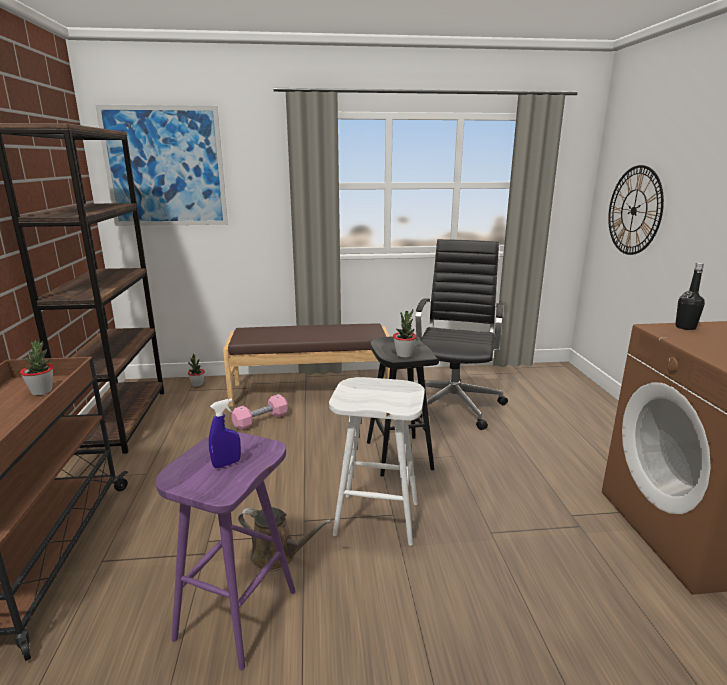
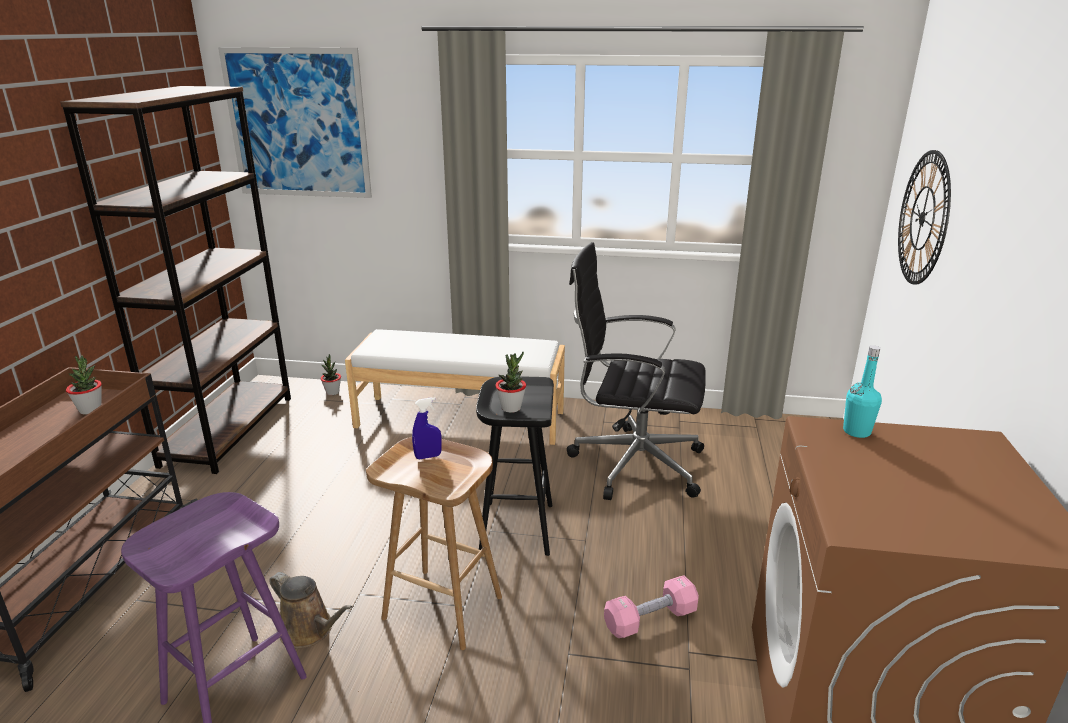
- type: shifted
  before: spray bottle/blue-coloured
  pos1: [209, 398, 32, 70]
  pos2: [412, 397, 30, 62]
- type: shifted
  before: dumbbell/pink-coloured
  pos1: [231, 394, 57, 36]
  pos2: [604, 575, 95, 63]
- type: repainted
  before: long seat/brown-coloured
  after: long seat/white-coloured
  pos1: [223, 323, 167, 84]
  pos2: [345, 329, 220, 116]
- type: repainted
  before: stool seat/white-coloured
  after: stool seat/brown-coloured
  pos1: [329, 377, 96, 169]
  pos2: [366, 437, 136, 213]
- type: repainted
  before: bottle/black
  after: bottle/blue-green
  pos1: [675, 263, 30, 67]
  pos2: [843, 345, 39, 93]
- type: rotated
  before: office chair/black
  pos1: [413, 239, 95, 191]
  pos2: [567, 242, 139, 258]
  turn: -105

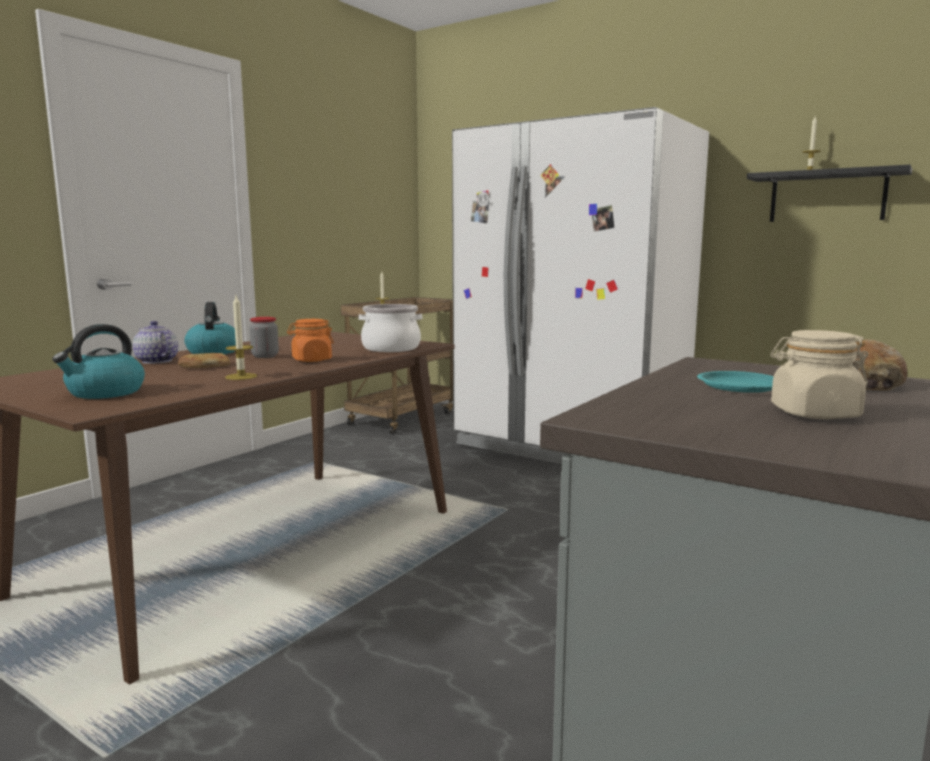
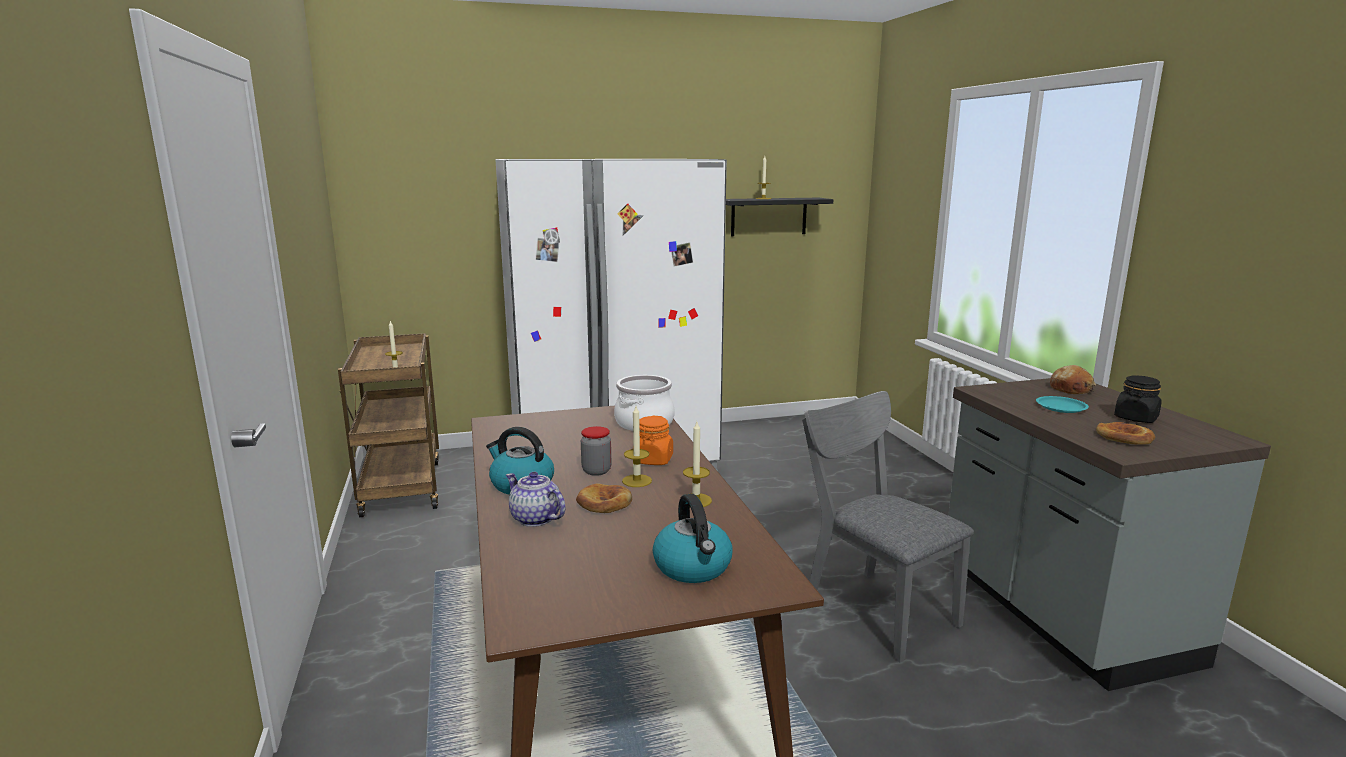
- type: new
  after: wax light
  pos2: [622, 406, 30, 81]
- type: new
  after: chair/gray
  pos2: [802, 391, 172, 271]
- type: new
  after: baked bread
  pos2: [1096, 422, 59, 23]
- type: repainted
  before: storage jar/beige
  after: storage jar/black
  pos1: [770, 330, 98, 89]
  pos2: [1114, 375, 48, 48]
- type: rotated
  before: tea pot
  pos1: [133, 321, 45, 43]
  pos2: [506, 472, 59, 55]
  turn: 45

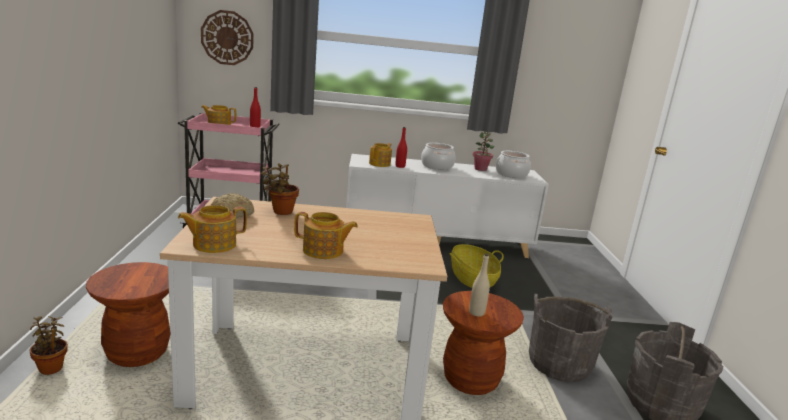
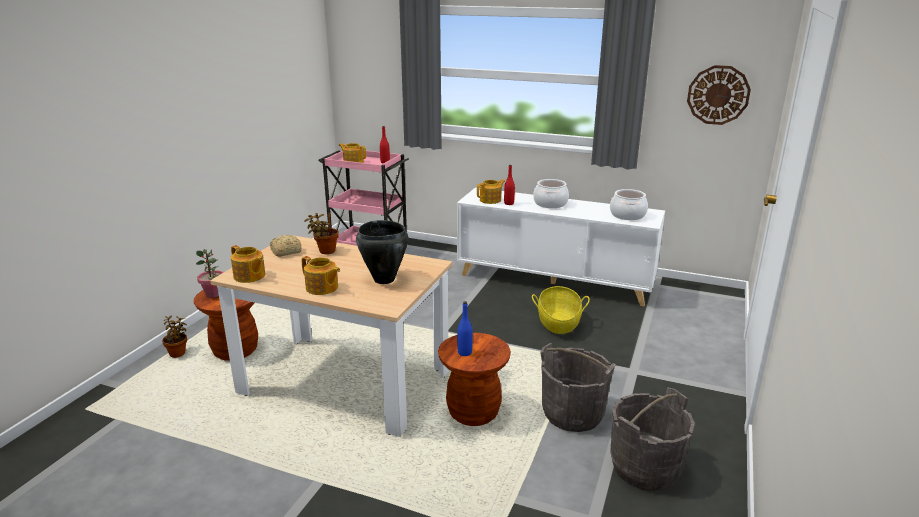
- type: new
  after: stockpot/black
  pos2: [356, 220, 52, 64]
- type: shifted
  before: hanging clock
  pos1: [201, 10, 53, 55]
  pos2: [687, 65, 64, 60]
- type: shifted
  before: houseplant
  pos1: [473, 131, 21, 40]
  pos2: [196, 249, 28, 49]
- type: repainted
  before: bottle/beige
  after: bottle/blue-coloured
  pos1: [469, 253, 21, 64]
  pos2: [457, 301, 16, 55]
- type: rotated
  before: tea pot
  pos1: [178, 205, 69, 48]
  pos2: [231, 245, 35, 38]
  turn: -135

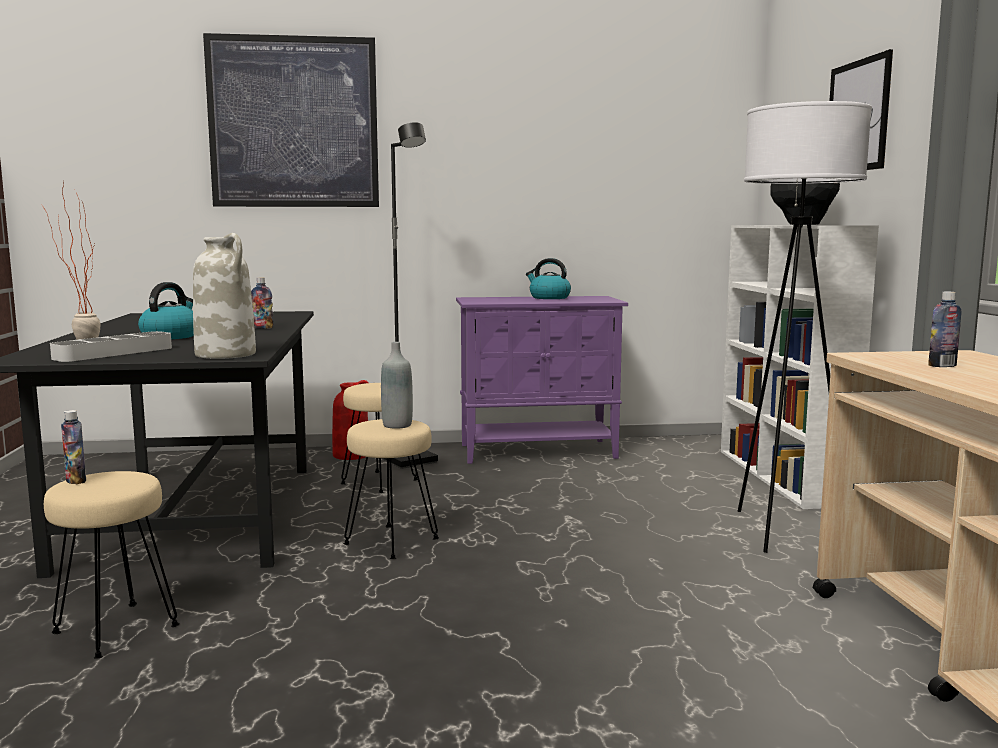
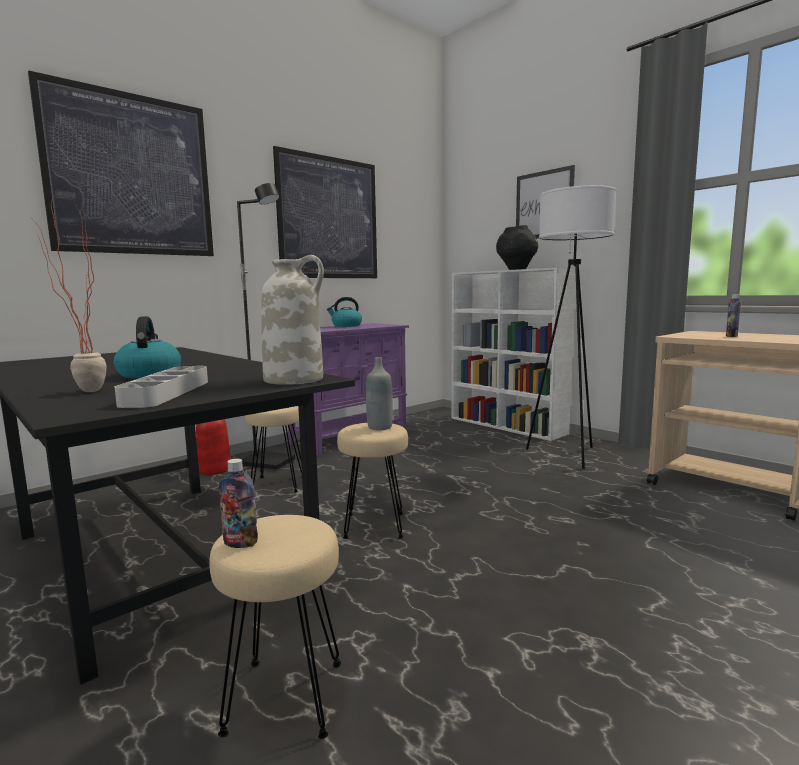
- type: gone
  before: bottle
  pos1: [251, 278, 23, 51]
- type: new
  after: wall picture
  pos2: [273, 146, 104, 132]

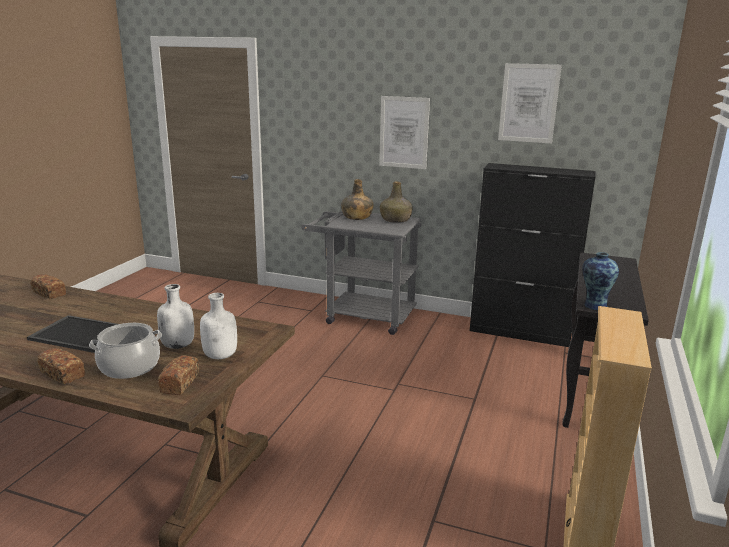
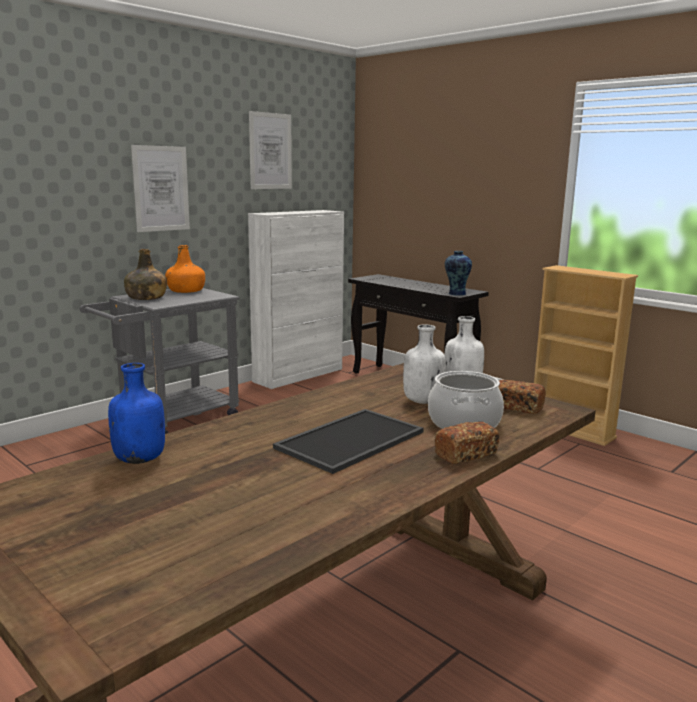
- type: swapped
  before: baked bread
  after: bottle/blue-coloured
  pos1: [30, 274, 36, 25]
  pos2: [108, 363, 57, 101]
- type: repainted
  before: bottle/green-coloured
  after: bottle/orange-coloured
  pos1: [380, 181, 32, 42]
  pos2: [165, 245, 40, 48]
- type: repainted
  before: cupboard/black
  after: cupboard/white-coloured
  pos1: [470, 163, 125, 184]
  pos2: [248, 210, 96, 179]

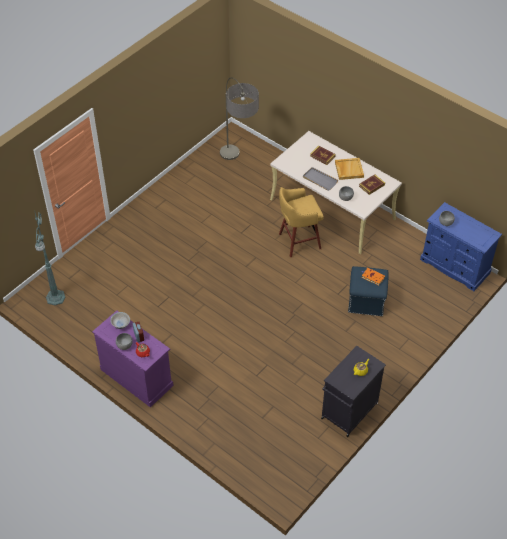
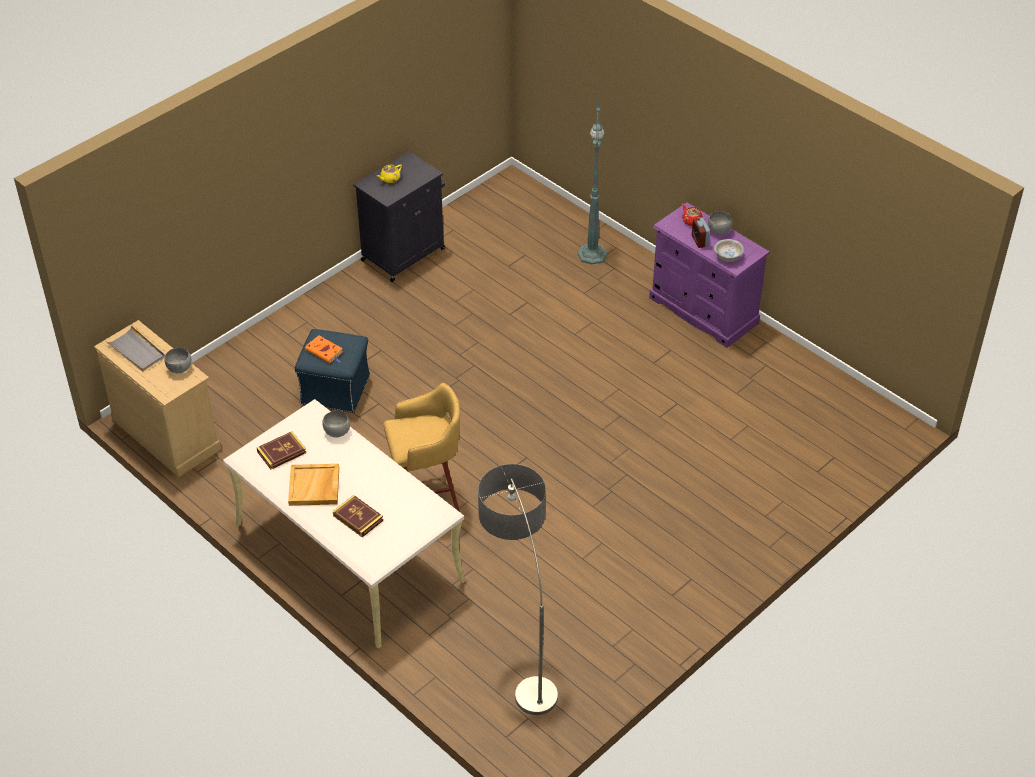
- type: shifted
  before: floor lamp/green-coloured
  pos1: [35, 213, 31, 92]
  pos2: [578, 98, 29, 166]
- type: shifted
  before: tray/gray
  pos1: [303, 167, 35, 24]
  pos2: [107, 326, 58, 45]
- type: repainted
  before: chest of drawers/blue-coloured
  after: chest of drawers/beige
  pos1: [420, 202, 82, 89]
  pos2: [94, 320, 127, 157]

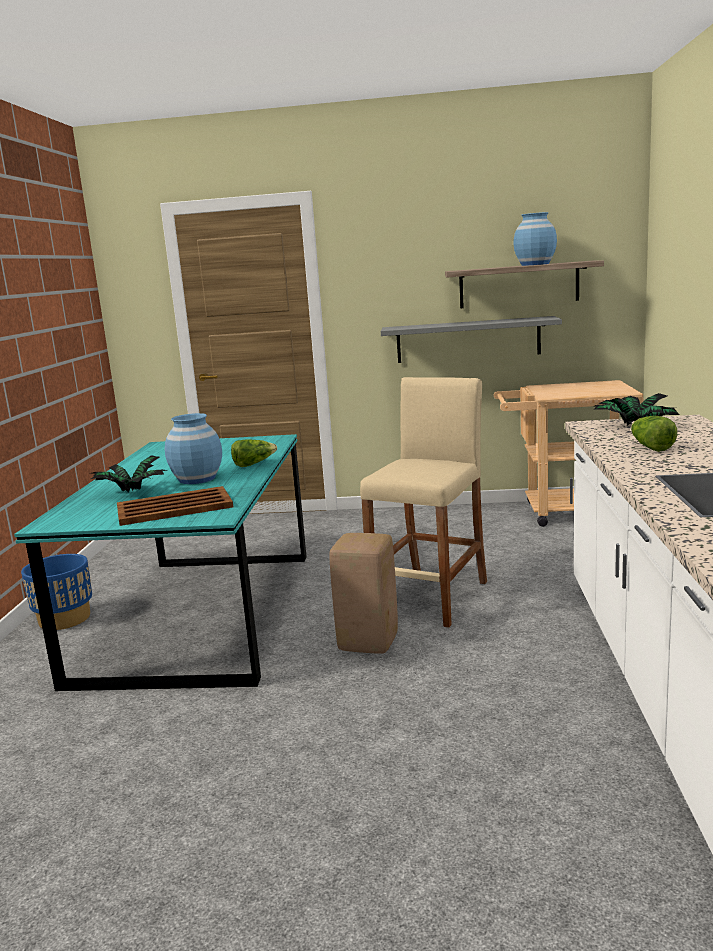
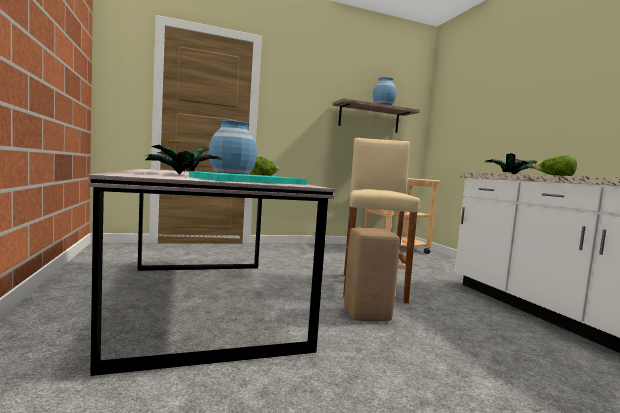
- type: gone
  before: flower pot/blue-coloured
  pos1: [21, 554, 71, 76]
- type: gone
  before: wall shelf/gray
  pos1: [381, 316, 181, 47]
- type: repainted
  before: kitchen table/blue-green
  after: kitchen table/gray
  pos1: [14, 434, 293, 257]
  pos2: [88, 168, 247, 208]
- type: repainted
  before: tray/brown-coloured
  after: tray/blue-green
  pos1: [117, 486, 116, 40]
  pos2: [189, 171, 118, 14]

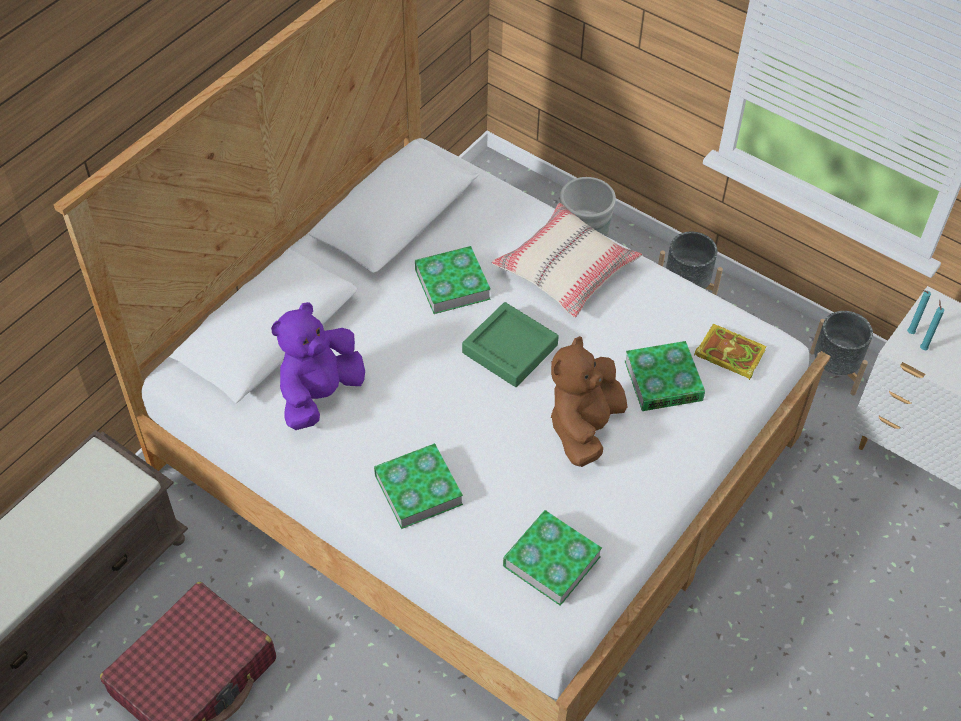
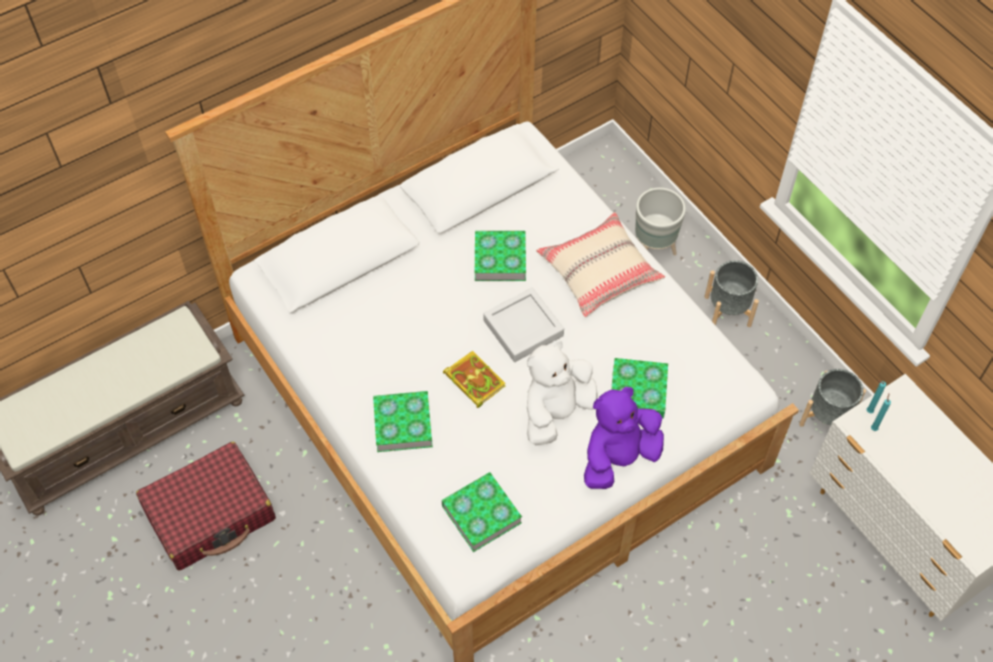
- type: shifted
  before: plush toy/purple
  pos1: [271, 302, 94, 128]
  pos2: [584, 387, 80, 102]
- type: shifted
  before: bound book
  pos1: [694, 324, 73, 56]
  pos2: [443, 351, 63, 57]
- type: repainted
  before: tray/green-coloured
  after: tray/gray
  pos1: [462, 302, 97, 85]
  pos2: [483, 288, 81, 74]
- type: repainted
  before: plush toy/brown-coloured
  after: plush toy/white-coloured
  pos1: [551, 336, 76, 131]
  pos2: [527, 340, 71, 105]

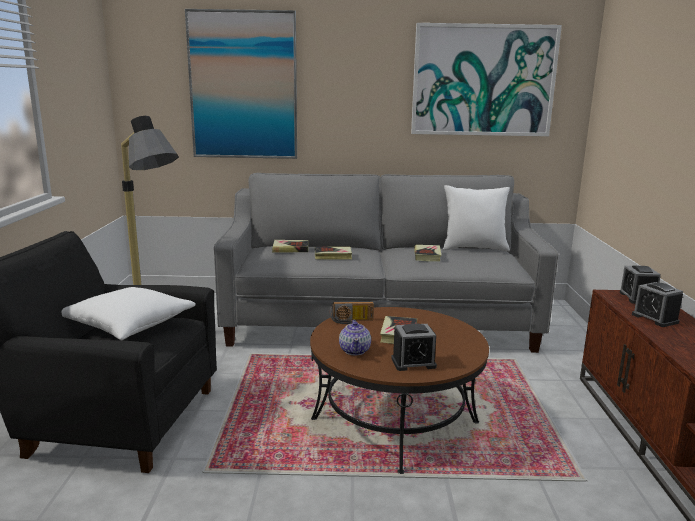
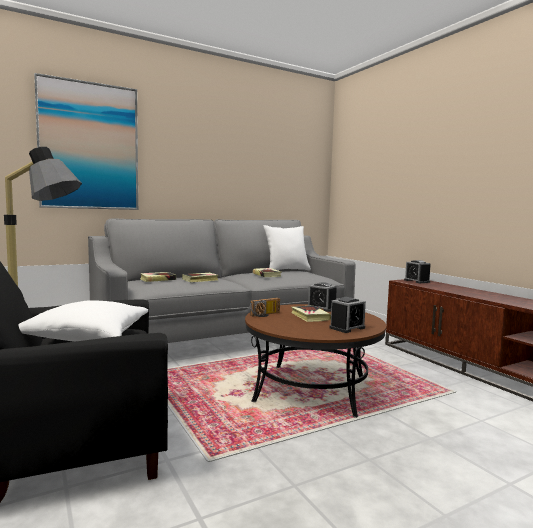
- type: gone
  before: tea pot
  pos1: [339, 320, 32, 35]
- type: gone
  before: wall picture
  pos1: [411, 23, 151, 113]
- type: shifted
  before: bedside clock
  pos1: [632, 282, 51, 45]
  pos2: [307, 282, 30, 30]

